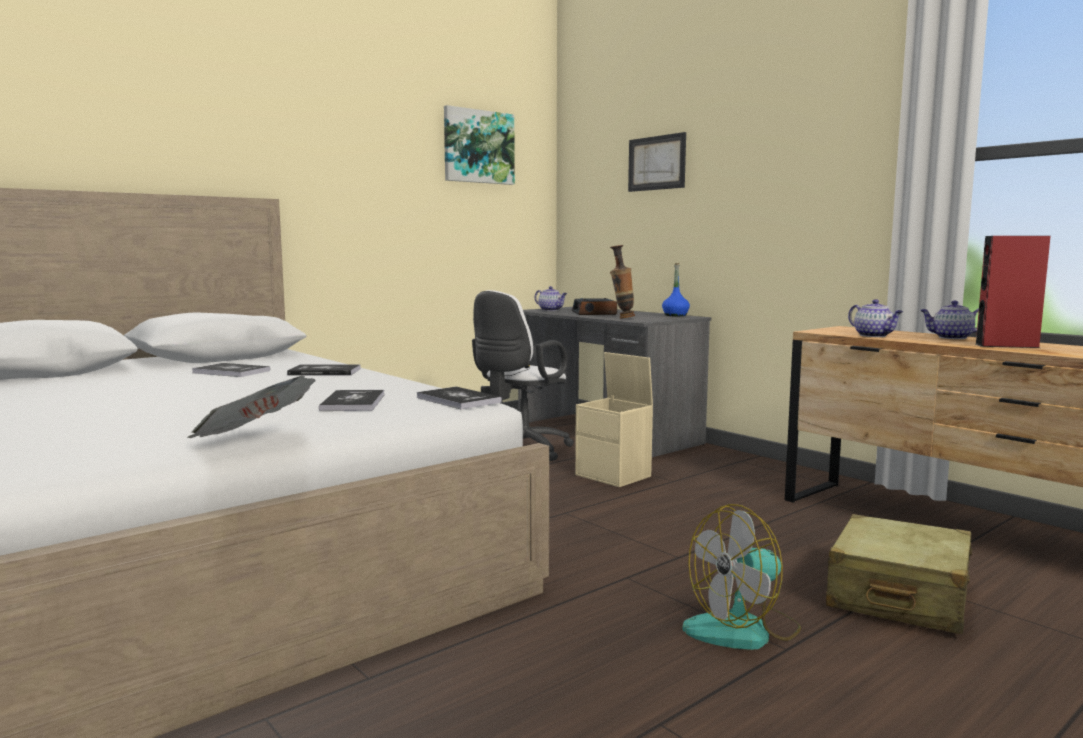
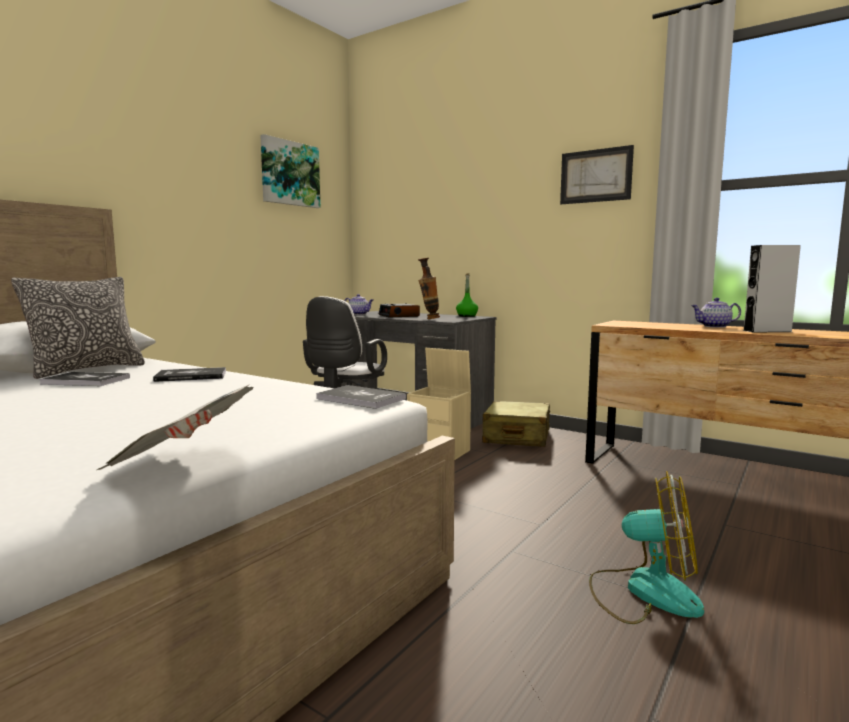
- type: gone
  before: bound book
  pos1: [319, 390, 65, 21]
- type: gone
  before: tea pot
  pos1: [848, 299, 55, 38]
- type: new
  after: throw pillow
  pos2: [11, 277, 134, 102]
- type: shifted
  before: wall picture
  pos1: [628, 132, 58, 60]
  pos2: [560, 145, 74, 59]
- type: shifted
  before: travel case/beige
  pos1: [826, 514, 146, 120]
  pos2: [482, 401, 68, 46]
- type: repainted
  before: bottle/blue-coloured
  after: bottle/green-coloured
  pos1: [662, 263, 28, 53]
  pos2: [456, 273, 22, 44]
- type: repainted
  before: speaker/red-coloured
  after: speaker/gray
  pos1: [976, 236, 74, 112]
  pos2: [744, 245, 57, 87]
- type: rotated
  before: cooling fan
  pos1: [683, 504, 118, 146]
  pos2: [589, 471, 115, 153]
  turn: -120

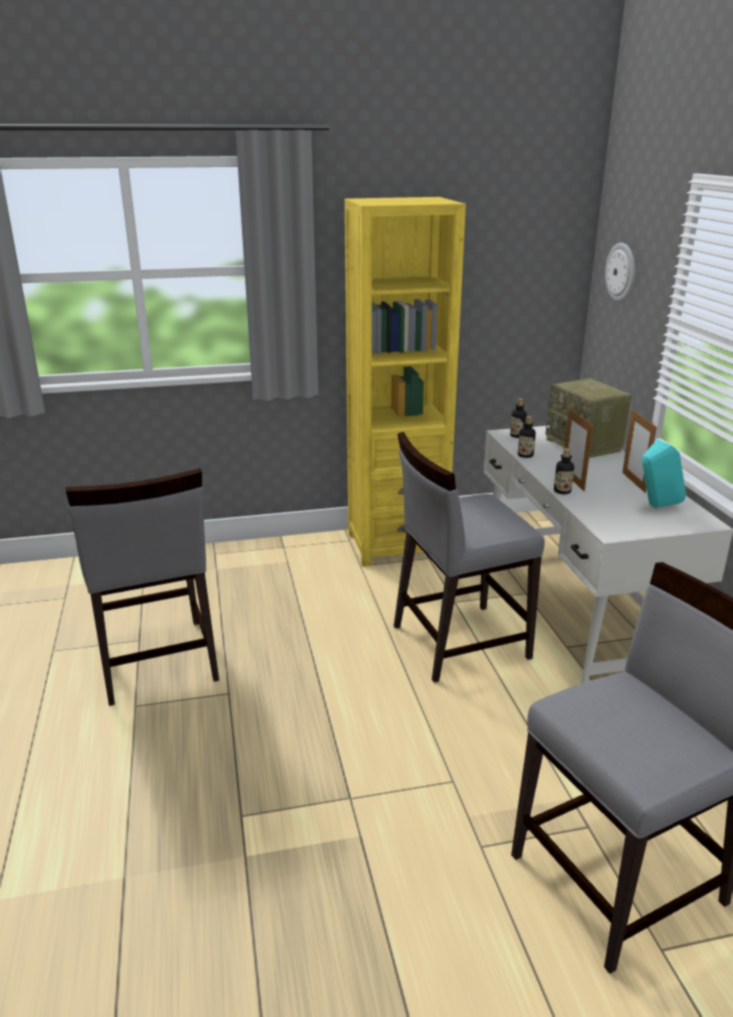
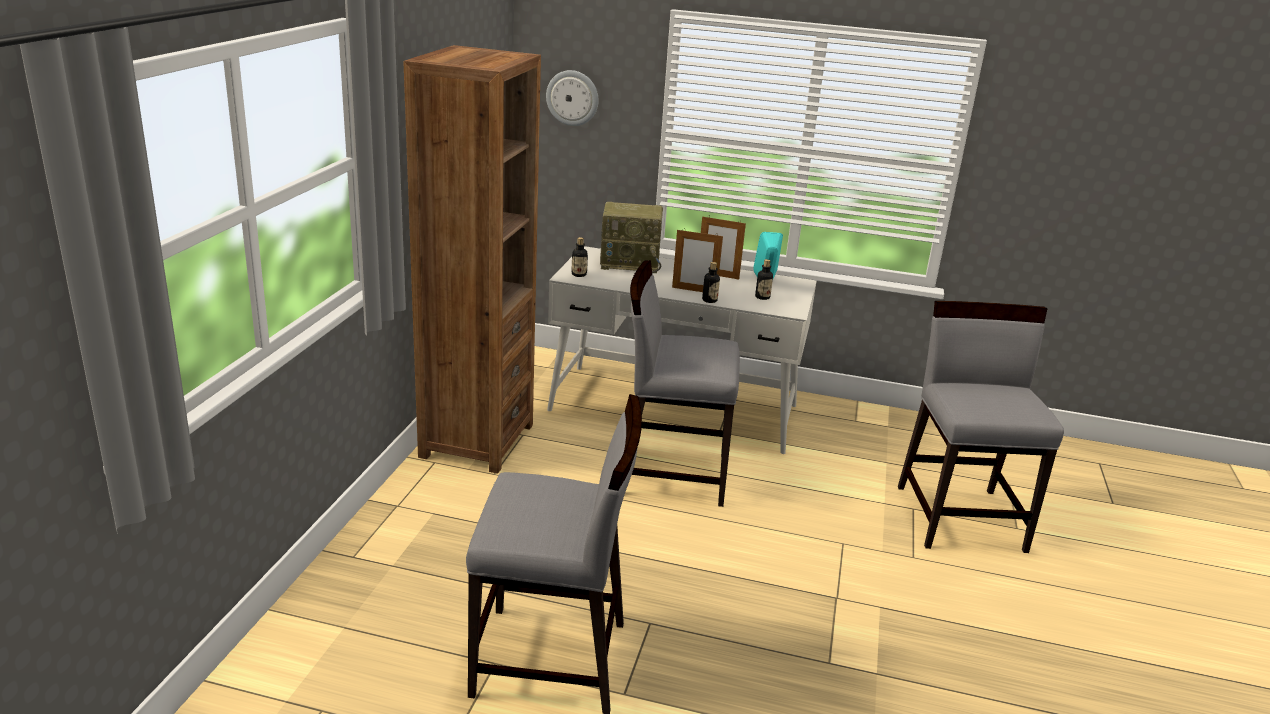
- type: shifted
  before: bottle
  pos1: [518, 416, 18, 42]
  pos2: [755, 259, 18, 41]
- type: repainted
  before: shelving unit/yellow-coloured
  after: shelving unit/brown-coloured
  pos1: [345, 197, 121, 370]
  pos2: [403, 45, 138, 429]
- type: rotated
  before: chair/gray
  pos1: [394, 432, 151, 250]
  pos2: [630, 260, 110, 247]
  turn: 90

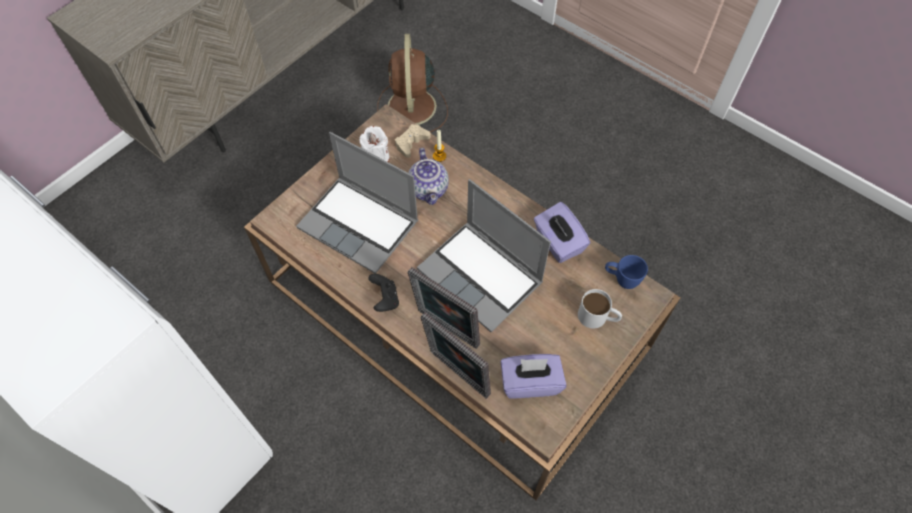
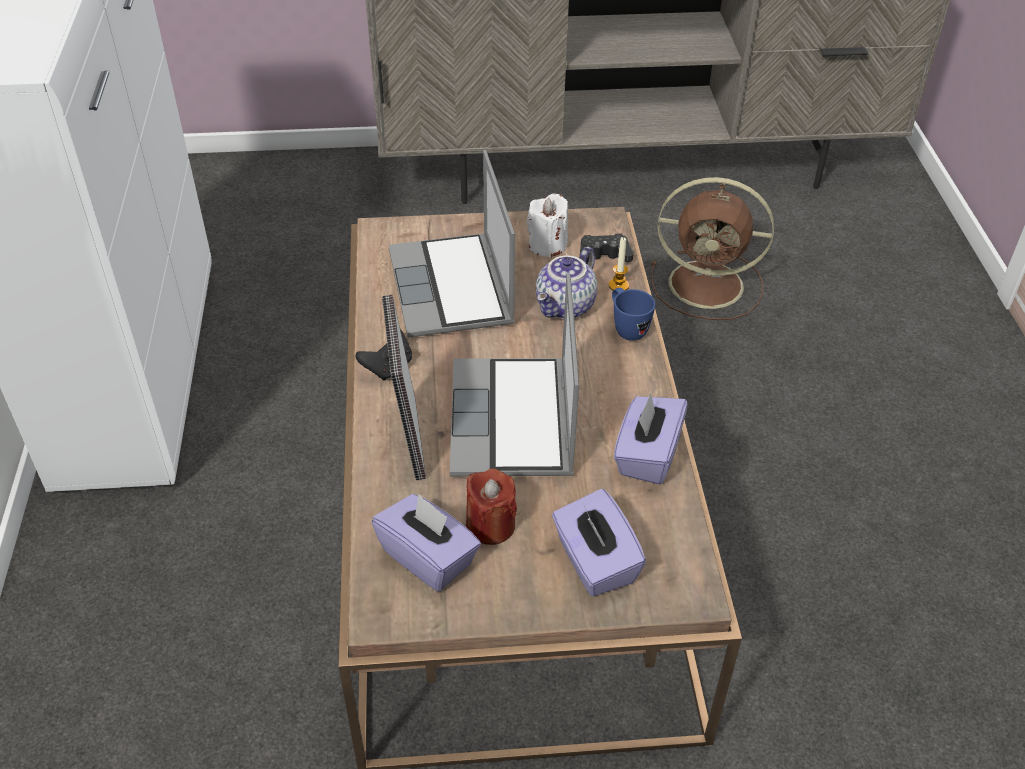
- type: gone
  before: standing frame
  pos1: [420, 312, 71, 87]
- type: new
  after: wax light/red-coloured
  pos2: [466, 468, 51, 77]
- type: shifted
  before: coffee mug/blue-coloured
  pos1: [605, 255, 43, 34]
  pos2: [612, 288, 43, 53]
- type: swapped
  before: coffee mug/white-coloured
  after: box of tissues/purple
  pos1: [578, 289, 44, 39]
  pos2: [552, 489, 94, 108]
- type: repainted
  before: game controller/beige
  after: game controller/black
  pos1: [395, 124, 36, 34]
  pos2: [580, 234, 53, 30]
- type: rotated
  before: cooling fan/brown-coloured
  pos1: [377, 34, 71, 98]
  pos2: [651, 177, 123, 143]
  turn: -120

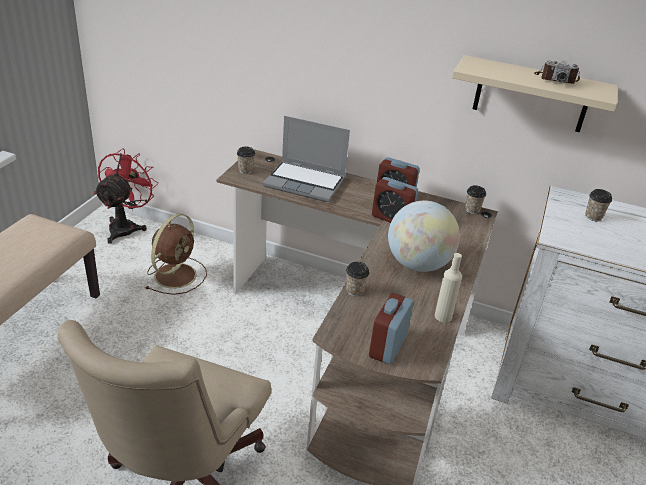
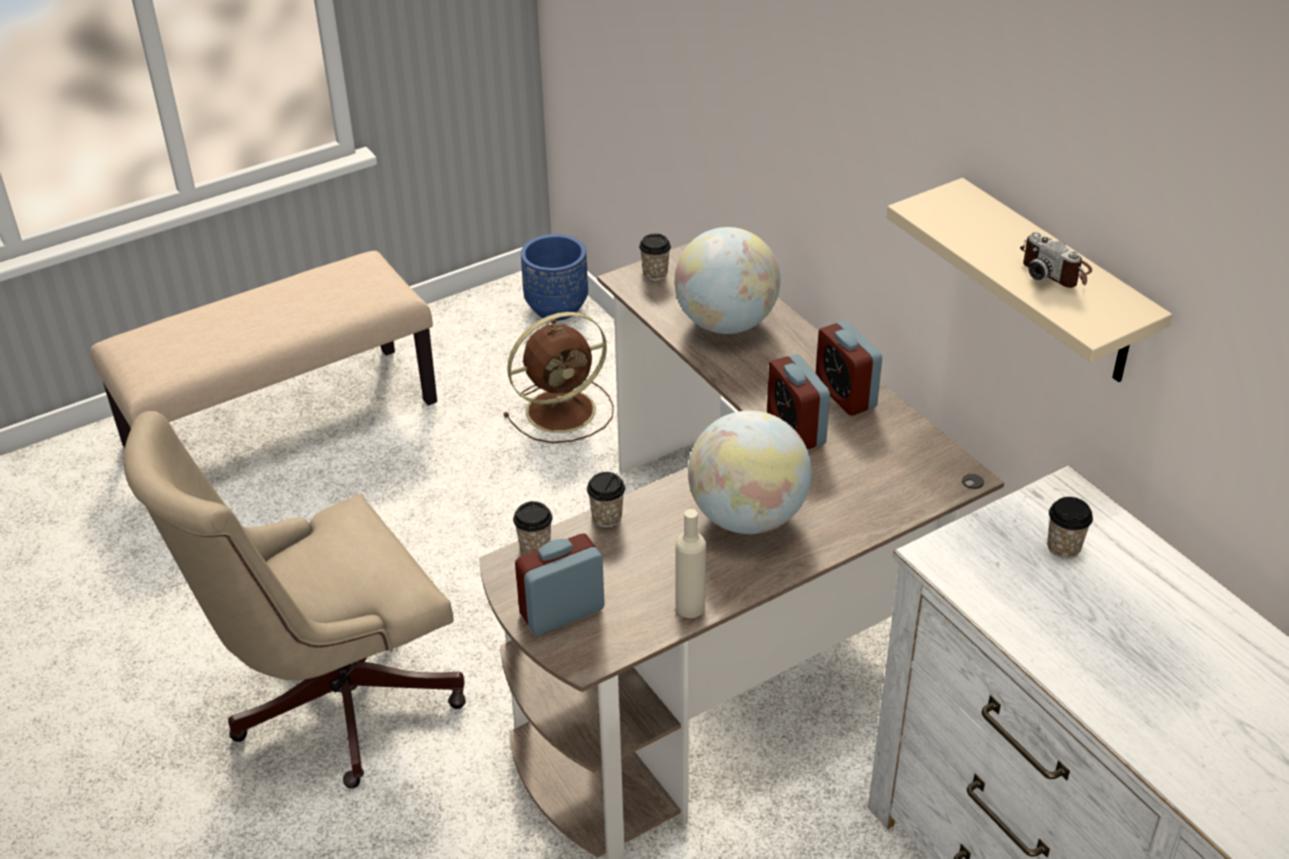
- type: shifted
  before: drinking cup
  pos1: [465, 185, 21, 29]
  pos2: [513, 501, 39, 54]
- type: swapped
  before: cooling fan/red-coloured
  after: flower pot/blue-coloured
  pos1: [94, 148, 64, 96]
  pos2: [521, 234, 67, 87]
- type: swapped
  before: notebook computer
  after: world globe
  pos1: [263, 116, 87, 86]
  pos2: [674, 227, 106, 107]

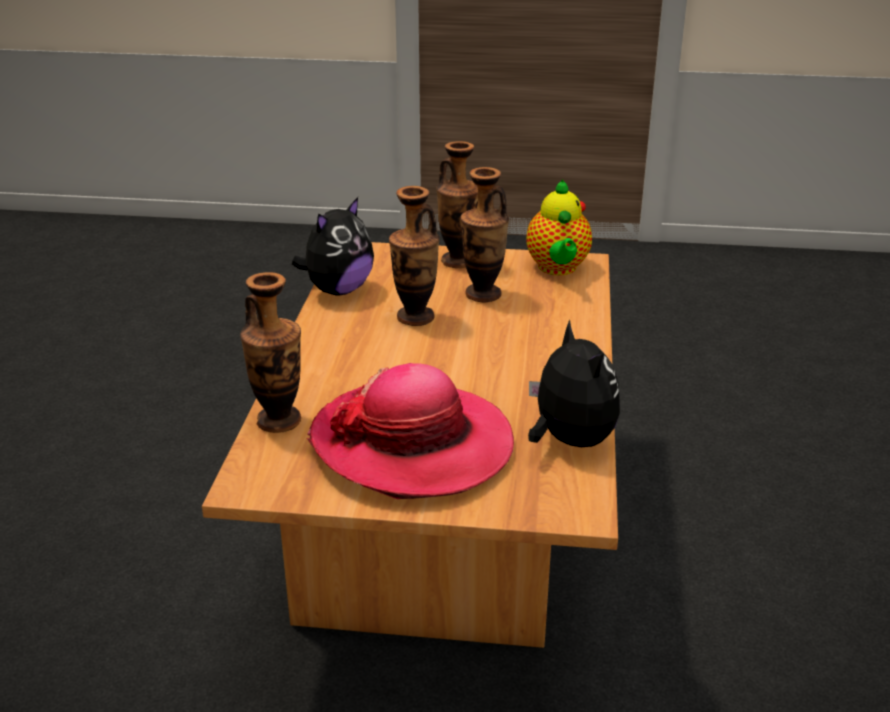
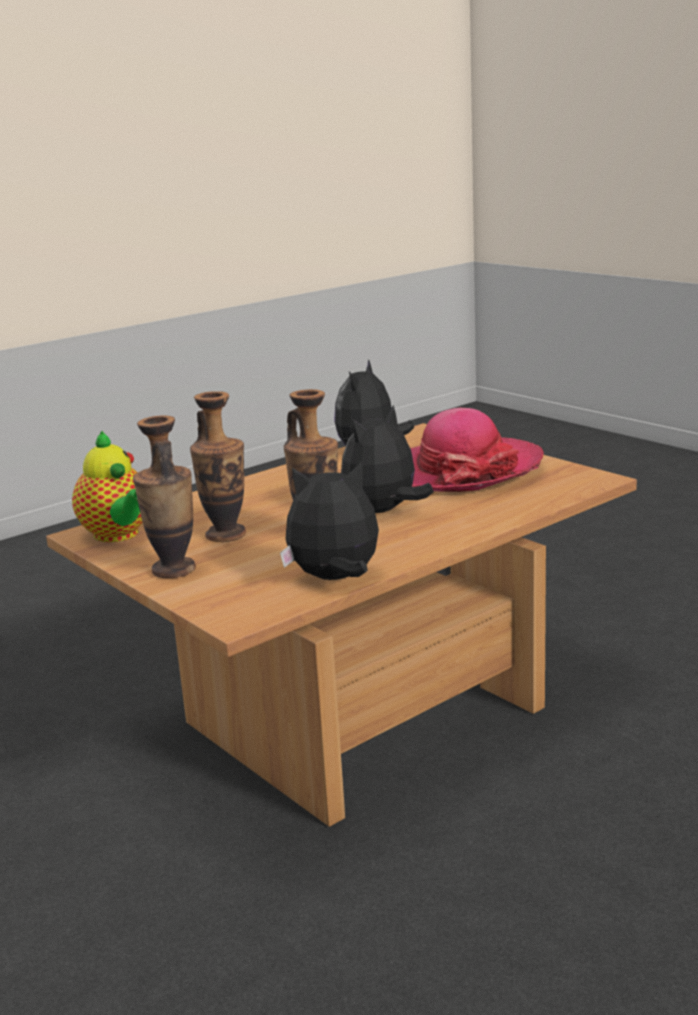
- type: gone
  before: decorative vase
  pos1: [240, 272, 61, 161]
- type: new
  after: plush toy
  pos2: [341, 405, 93, 108]
- type: rotated
  before: tea pot
  pos1: [526, 179, 66, 96]
  pos2: [72, 431, 71, 111]
  turn: 105

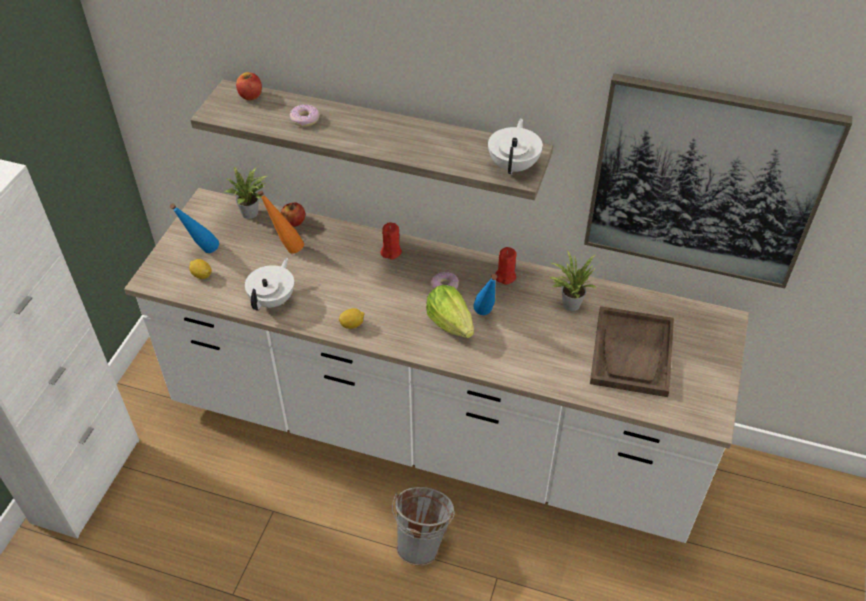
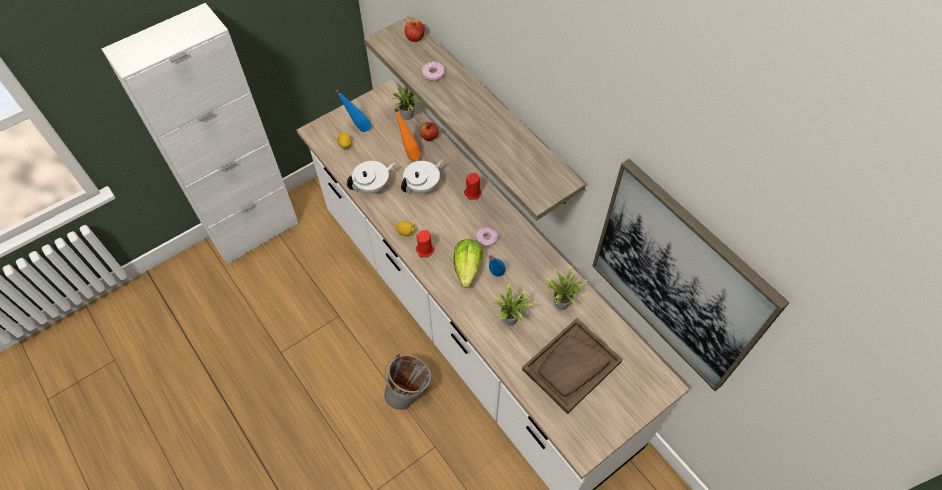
- type: new
  after: houseplant
  pos2: [494, 282, 41, 44]
- type: shifted
  before: tea pot/white-coloured
  pos1: [488, 118, 55, 57]
  pos2: [401, 159, 42, 35]
- type: shifted
  before: wax light/red-coloured
  pos1: [495, 247, 22, 38]
  pos2: [416, 230, 19, 27]

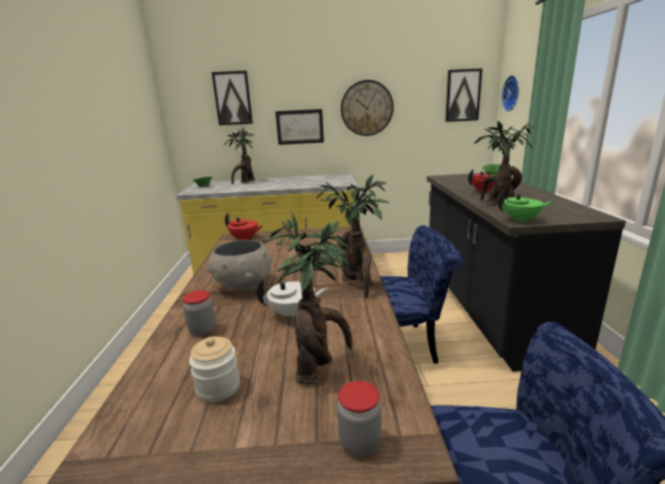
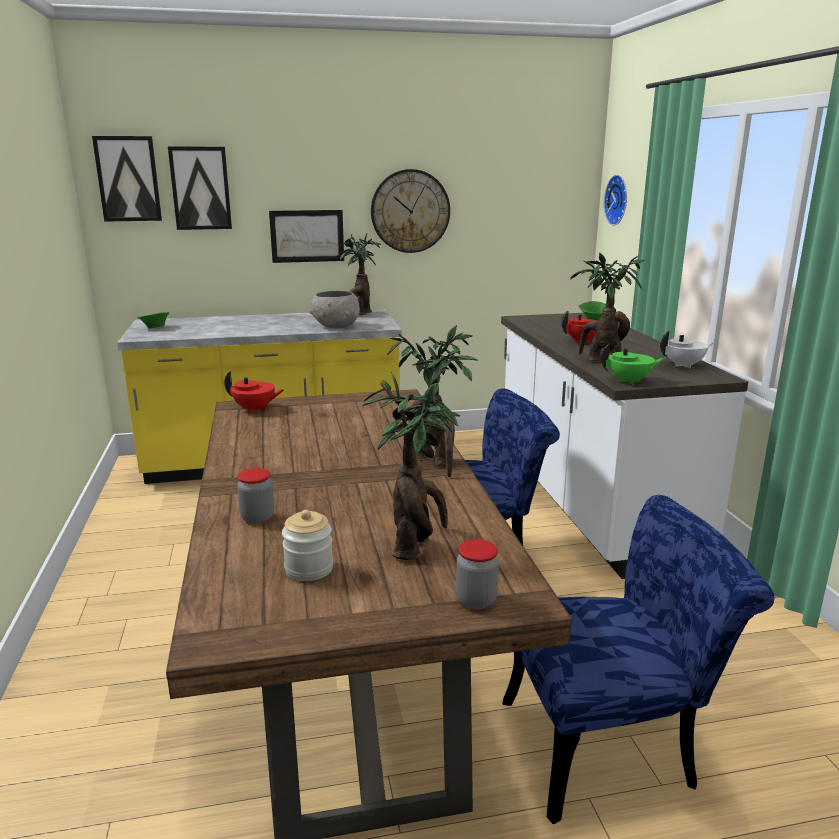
- type: shifted
  before: serving bowl/gray
  pos1: [207, 240, 65, 51]
  pos2: [309, 291, 51, 38]
- type: shifted
  before: houseplant
  pos1: [224, 127, 31, 57]
  pos2: [340, 234, 41, 81]
- type: shifted
  before: tea pot/white-coloured
  pos1: [256, 279, 72, 42]
  pos2: [660, 331, 54, 38]
- type: shifted
  before: wall picture
  pos1: [445, 68, 38, 54]
  pos2: [92, 136, 70, 86]
- type: repainted
  before: kitchen base unit/black
  after: kitchen base unit/white-coloured
  pos1: [427, 173, 199, 199]
  pos2: [501, 313, 247, 266]

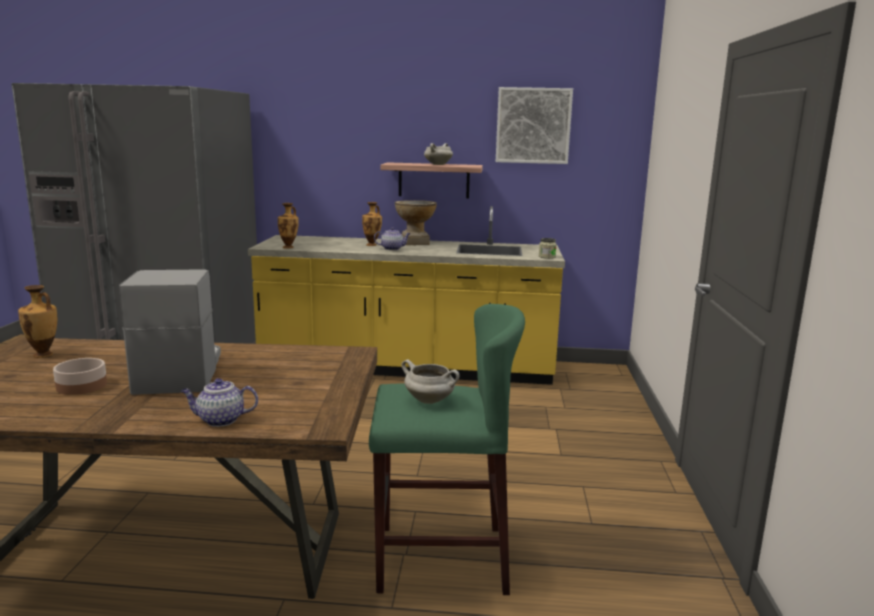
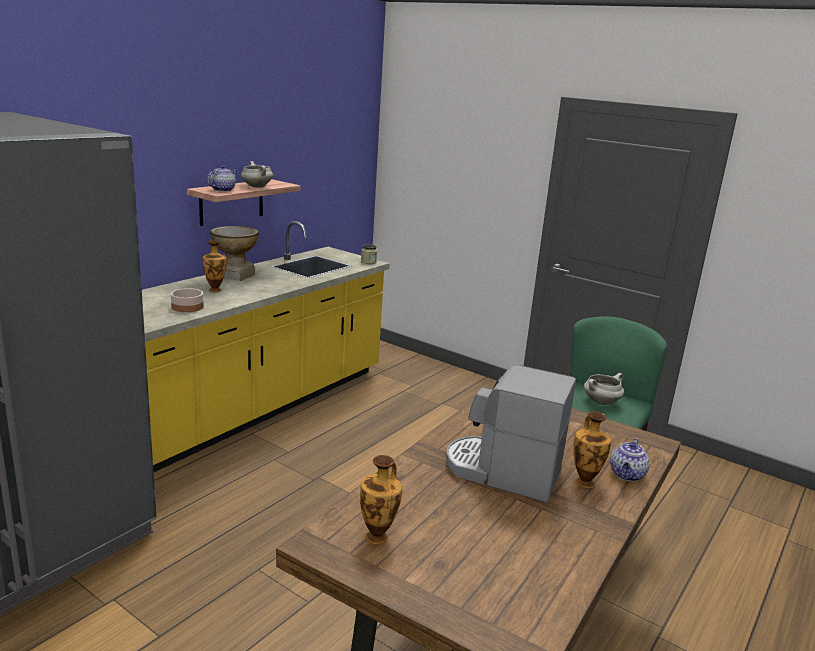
- type: gone
  before: wall picture
  pos1: [496, 87, 77, 77]
- type: shifted
  before: serving bowl
  pos1: [53, 358, 54, 37]
  pos2: [171, 288, 33, 24]
- type: shifted
  before: decorative vase
  pos1: [278, 203, 21, 46]
  pos2: [573, 411, 38, 78]
- type: shifted
  before: tea pot
  pos1: [374, 227, 37, 23]
  pos2: [207, 165, 30, 27]

